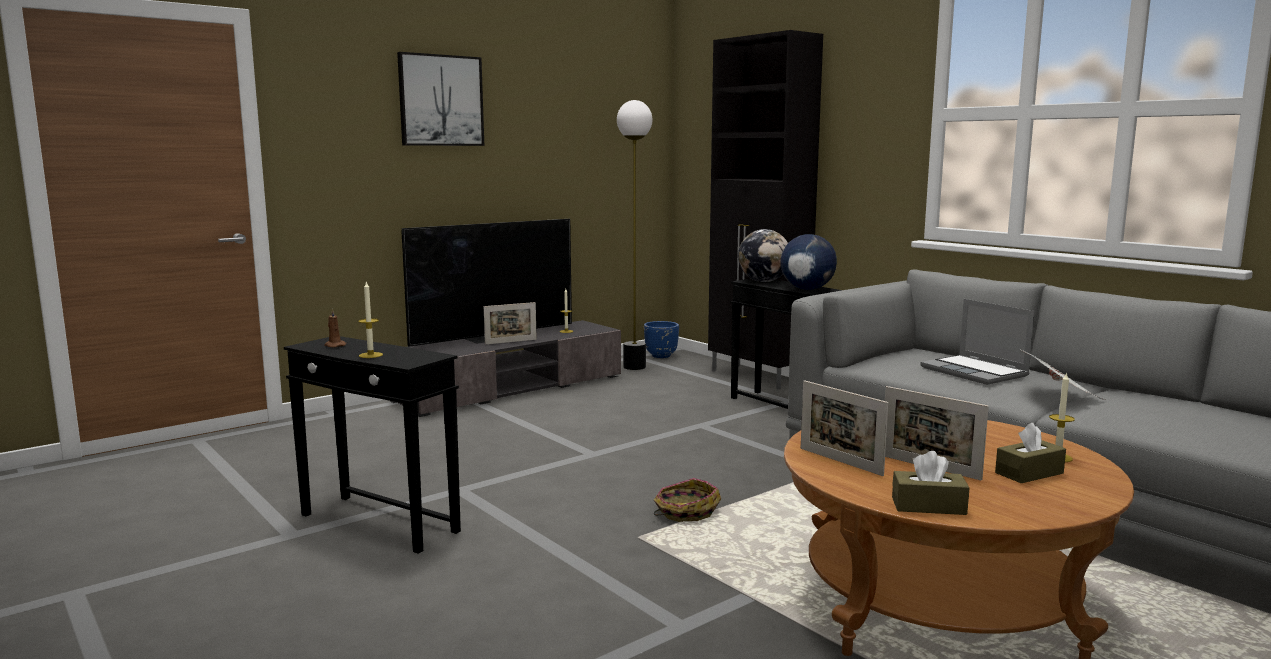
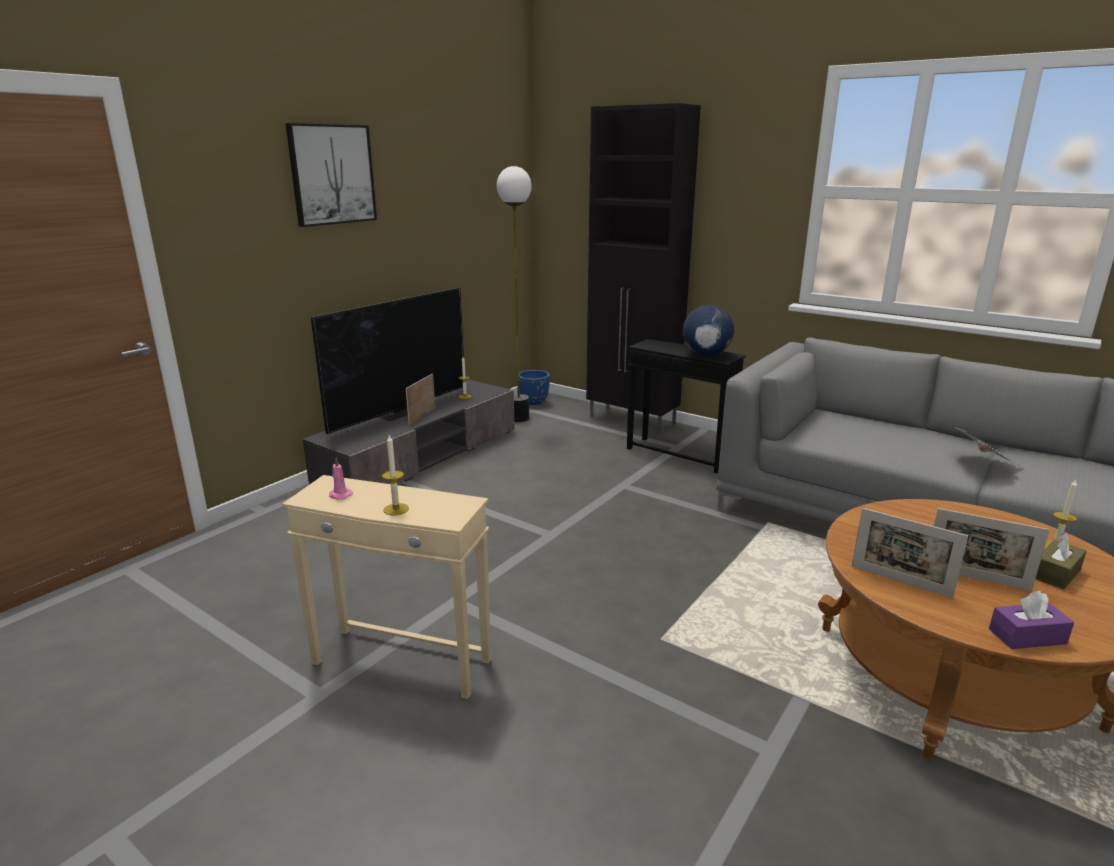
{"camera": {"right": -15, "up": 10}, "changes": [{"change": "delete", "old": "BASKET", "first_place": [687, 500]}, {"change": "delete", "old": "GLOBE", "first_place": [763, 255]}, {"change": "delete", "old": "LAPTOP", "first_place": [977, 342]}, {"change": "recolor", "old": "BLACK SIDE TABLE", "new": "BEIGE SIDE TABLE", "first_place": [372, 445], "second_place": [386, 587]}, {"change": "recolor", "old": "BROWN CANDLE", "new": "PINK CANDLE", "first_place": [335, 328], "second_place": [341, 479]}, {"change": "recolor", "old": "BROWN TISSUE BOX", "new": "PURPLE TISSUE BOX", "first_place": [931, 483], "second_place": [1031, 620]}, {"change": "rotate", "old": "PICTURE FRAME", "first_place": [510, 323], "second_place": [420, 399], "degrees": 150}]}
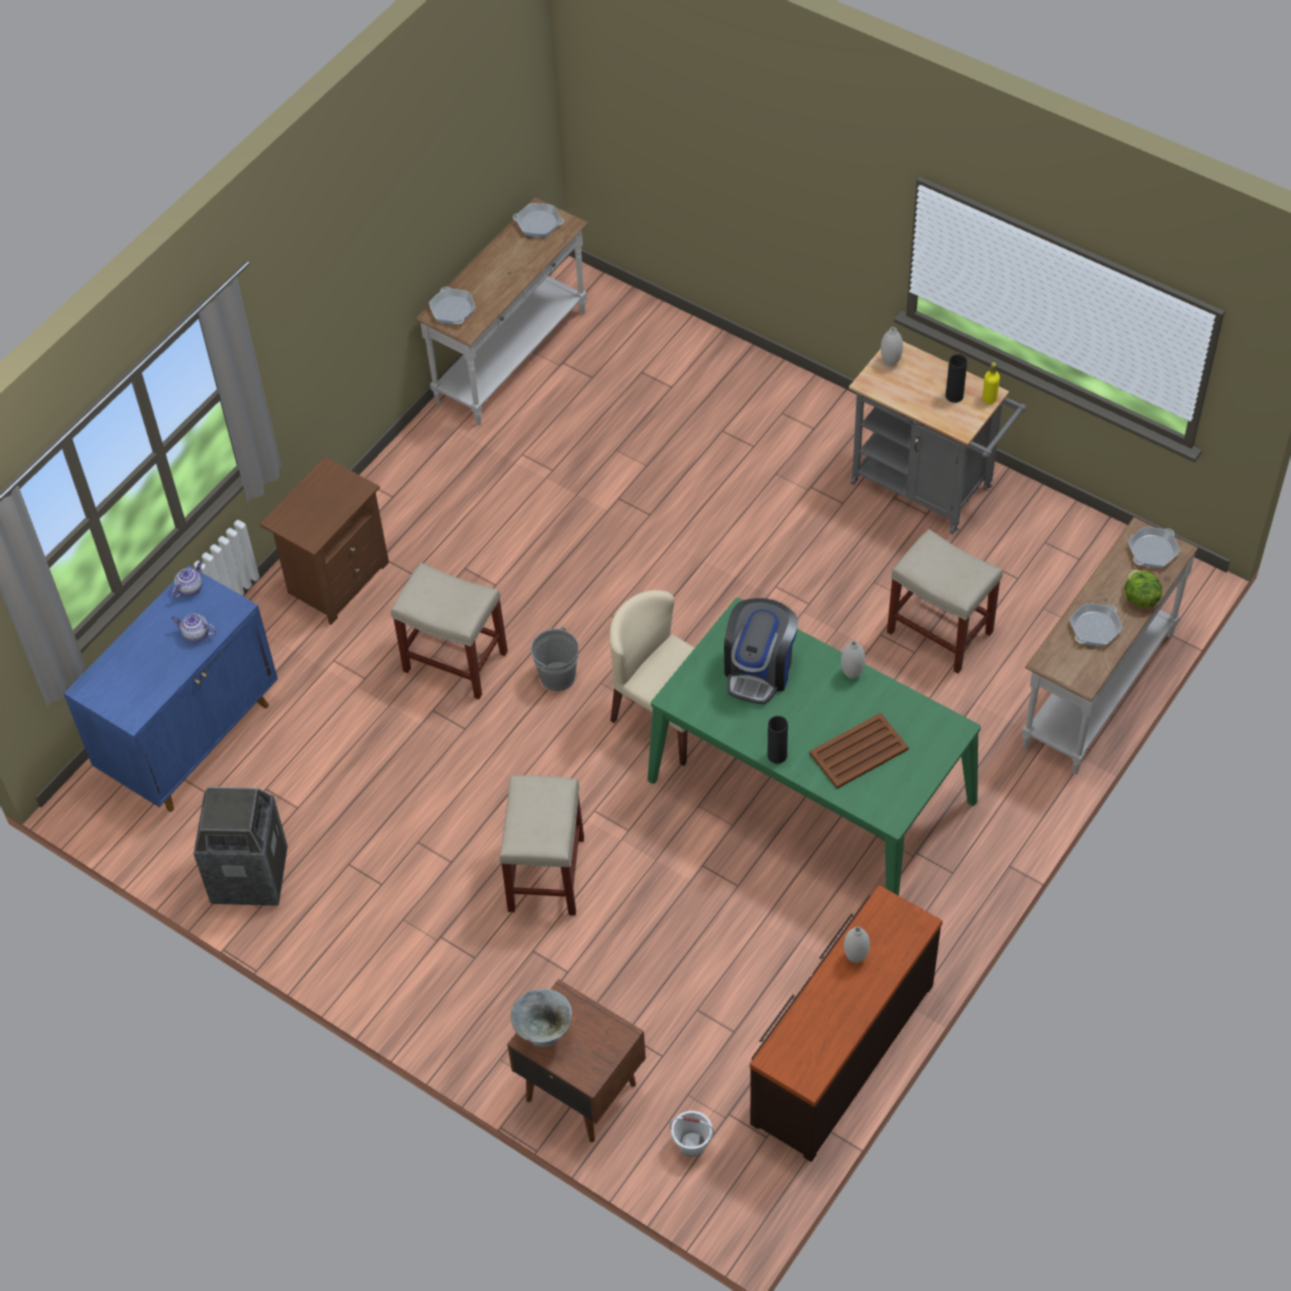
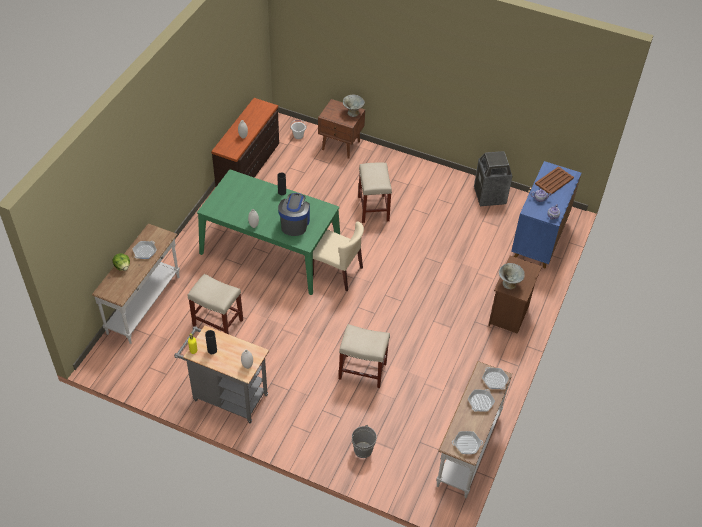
{"camera": {"right": 165, "up": -5}, "changes": [{"change": "insert", "new": "GREY BOWL", "second_place": [512, 276]}, {"change": "move", "old": "BEIGE STOOL", "first_place": [449, 631], "second_place": [364, 356]}, {"change": "move", "old": "GREY BUCKET", "first_place": [555, 658], "second_place": [364, 441]}, {"change": "move", "old": "BROWN TRAY", "first_place": [859, 751], "second_place": [554, 180]}, {"change": "move", "old": "FRYING PAN", "first_place": [1154, 547], "second_place": [481, 400]}]}
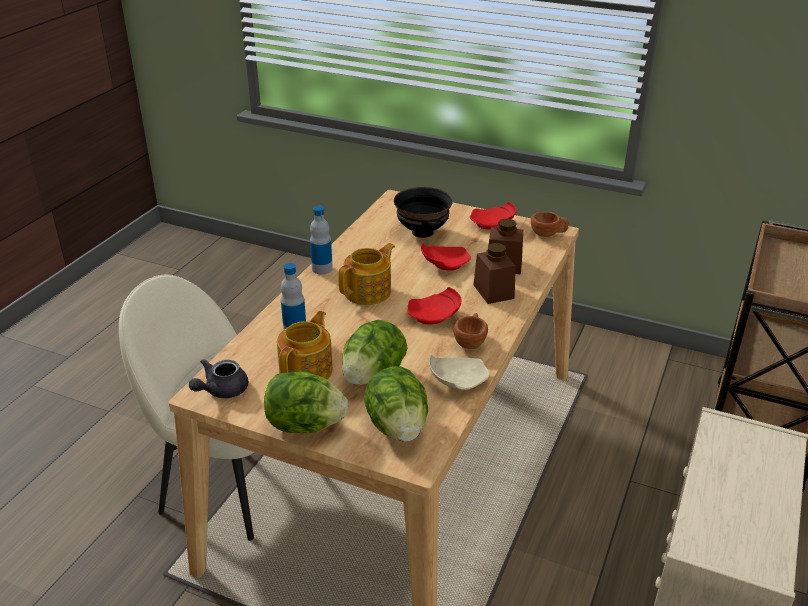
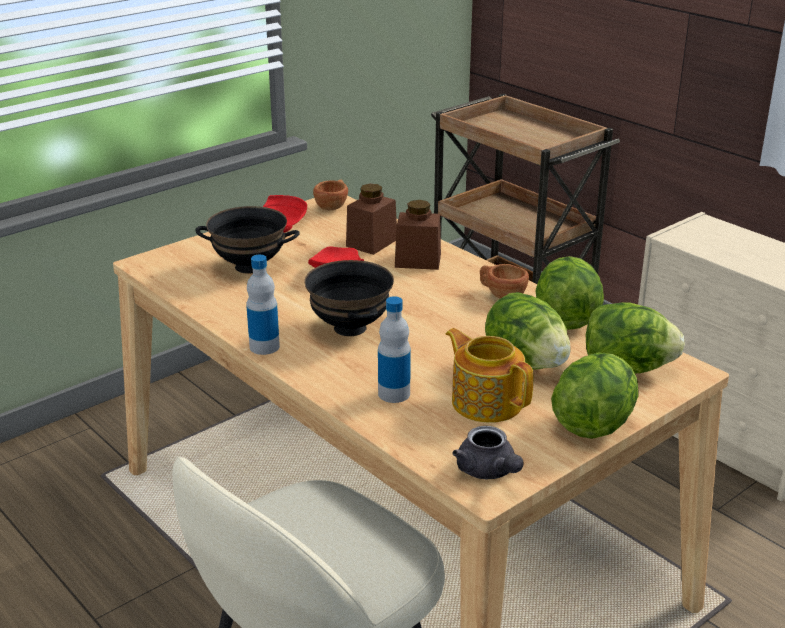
{"camera": {"right": -65, "up": -5}, "changes": [{"change": "delete", "old": "RED PLATE", "first_place": [434, 306]}, {"change": "replace", "old": "TEAPOT", "new": "BLACK BOWL", "first_place": [366, 274], "second_place": [349, 298]}, {"change": "replace", "old": "BEIGE PLATE", "new": "LETTUCE", "first_place": [459, 372], "second_place": [569, 293]}]}
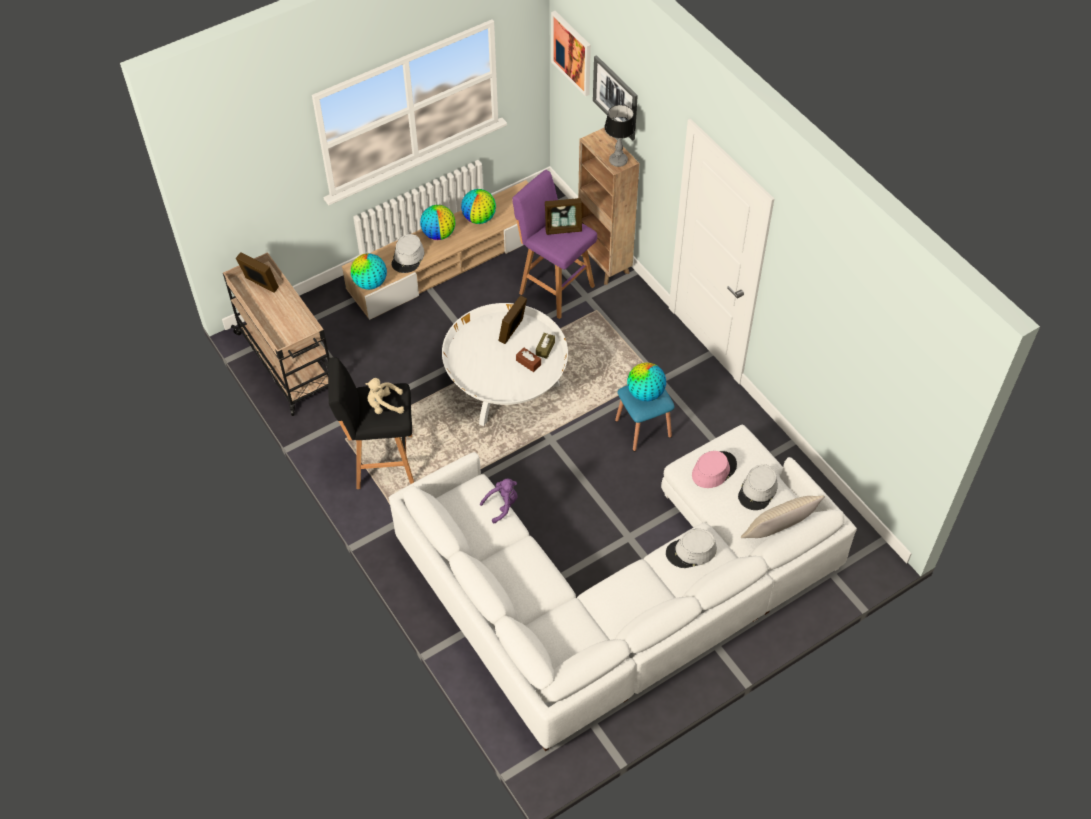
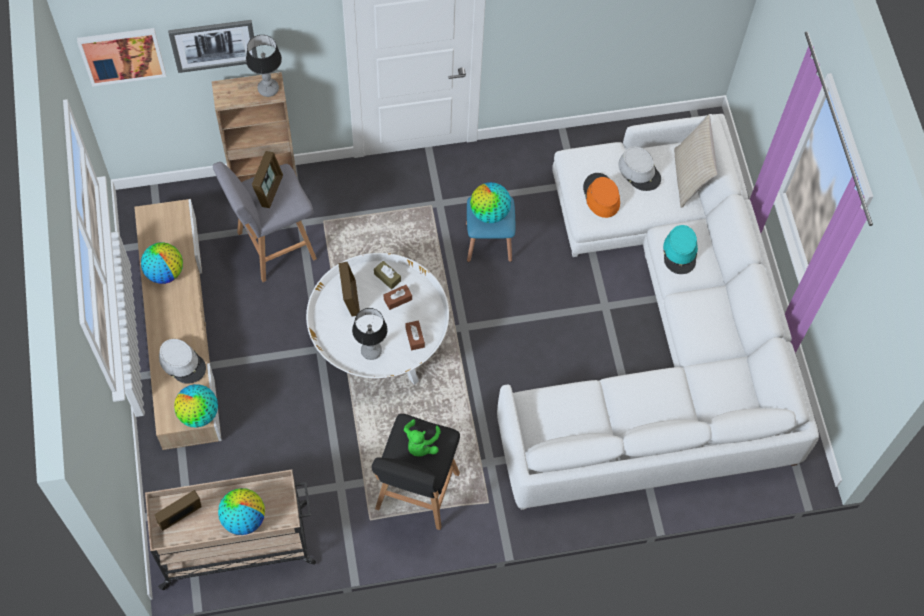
{"camera": {"right": -70, "up": 10}, "changes": [{"change": "delete", "old": "PURPLE PLUSH TOY", "first_place": [498, 501]}, {"change": "insert", "new": "TABLE LAMP", "second_place": [370, 334]}, {"change": "insert", "new": "BROWN TISSUE BOX", "second_place": [415, 335]}, {"change": "move", "old": "GLOBE", "first_place": [437, 222], "second_place": [241, 511]}, {"change": "recolor", "old": "BEIGE PLUSH TOY", "new": "GREEN PLUSH TOY", "first_place": [385, 396], "second_place": [422, 437]}, {"change": "recolor", "old": "PURPLE STOOL", "new": "GREY STOOL", "first_place": [554, 244], "second_place": [265, 222]}, {"change": "recolor", "old": "GREY HAT", "new": "TURQUOISE HAT", "first_place": [691, 548], "second_place": [680, 249]}, {"change": "recolor", "old": "PINK HAT", "new": "ORANGE HAT", "first_place": [714, 469], "second_place": [601, 195]}, {"change": "rotate", "old": "PICTURE FRAME", "first_place": [513, 319], "second_place": [349, 289], "degrees": -150}]}
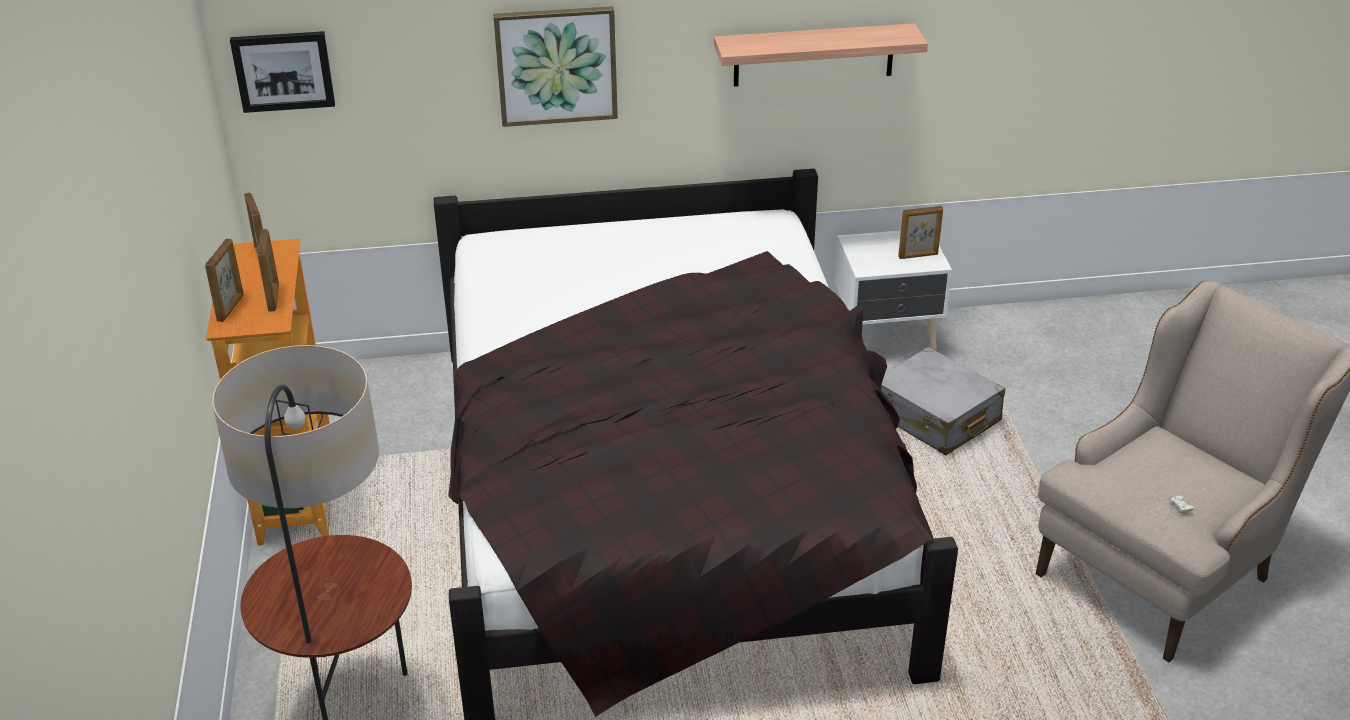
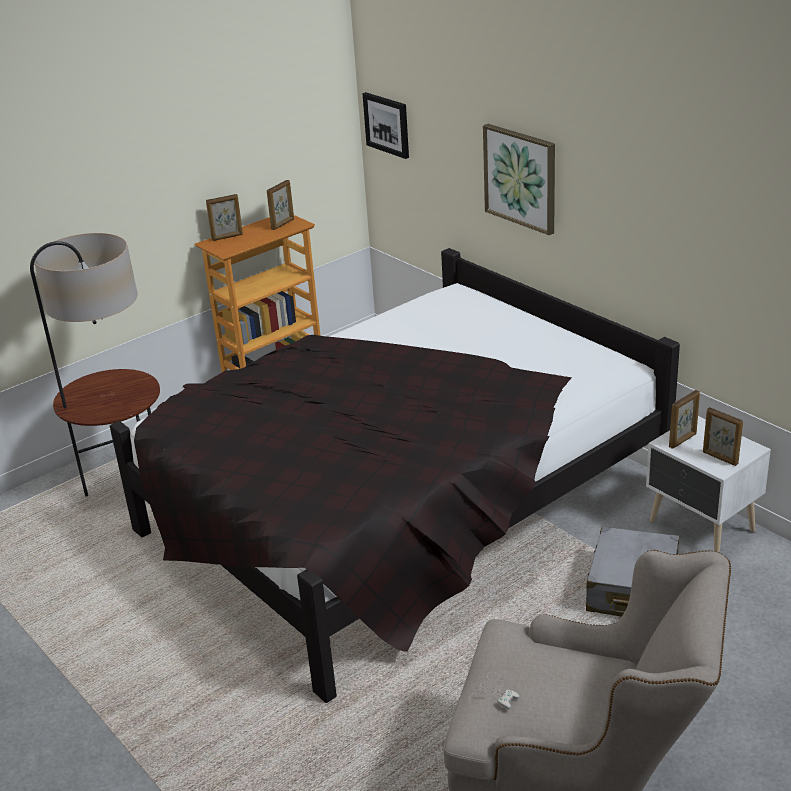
{"camera": {"right": 60, "up": -5}, "changes": [{"change": "delete", "old": "SHELF", "first_place": [821, 55]}, {"change": "move", "old": "PICTURE FRAME", "first_place": [268, 270], "second_place": [684, 419]}]}
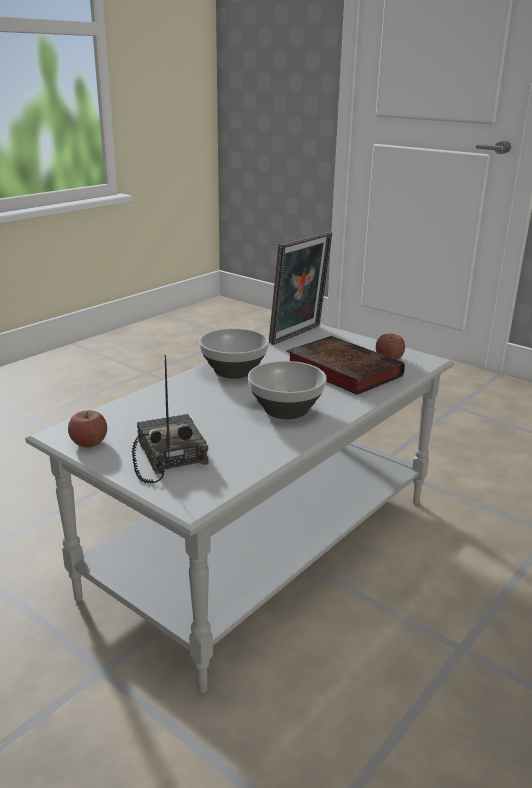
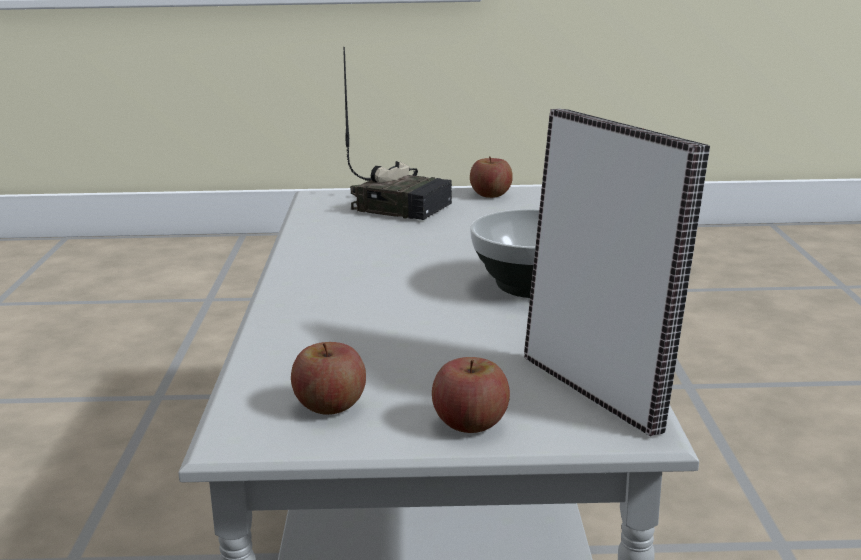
{"camera": {"right": 140, "up": -5}, "changes": [{"change": "delete", "old": "BOWL", "first_place": [287, 390]}, {"change": "delete", "old": "BOOK", "first_place": [345, 365]}, {"change": "insert", "new": "APPLE", "second_place": [471, 395]}, {"change": "rotate", "old": "PICTURE FRAME", "first_place": [300, 288], "second_place": [617, 273], "degrees": 150}]}
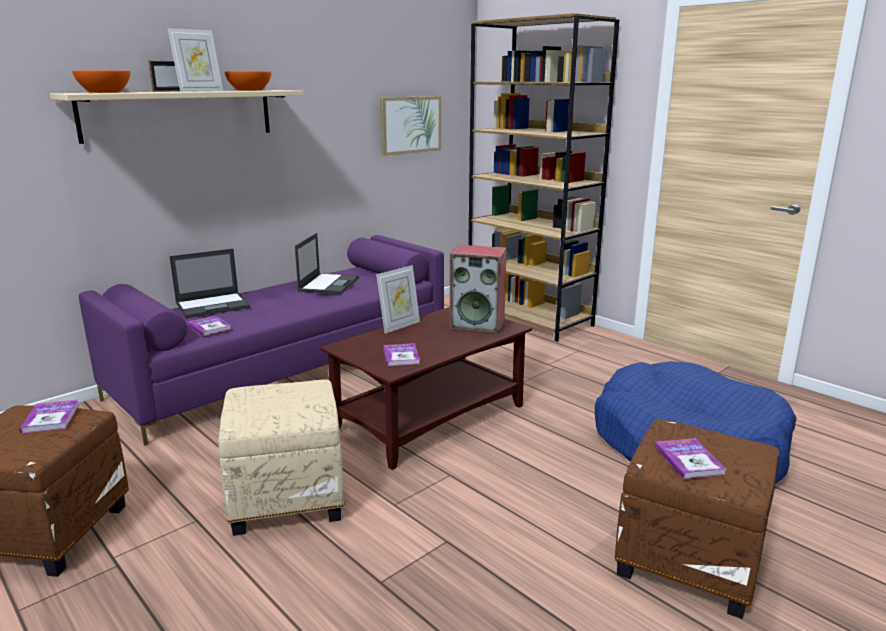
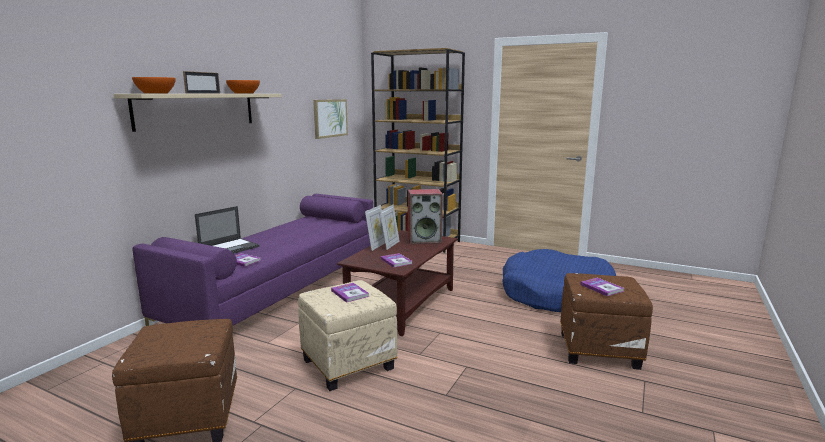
{"camera": {"right": -20, "up": -5}, "changes": [{"change": "delete", "old": "LAPTOP", "first_place": [327, 263]}, {"change": "move", "old": "BOOK", "first_place": [49, 416], "second_place": [350, 293]}, {"change": "move", "old": "PICTURE FRAME", "first_place": [195, 60], "second_place": [389, 227]}]}
